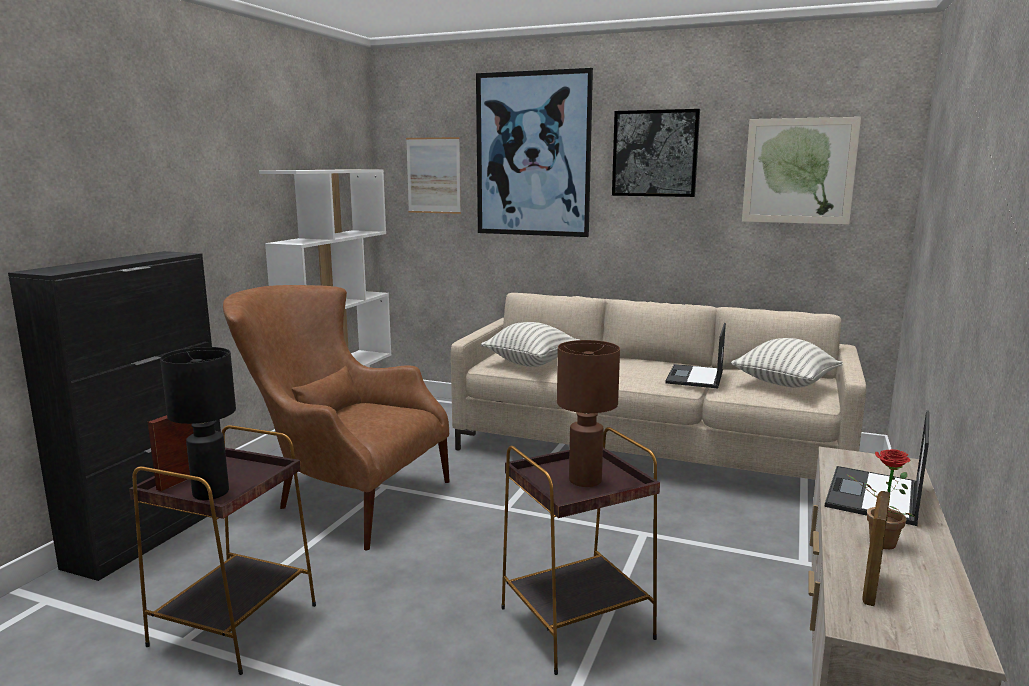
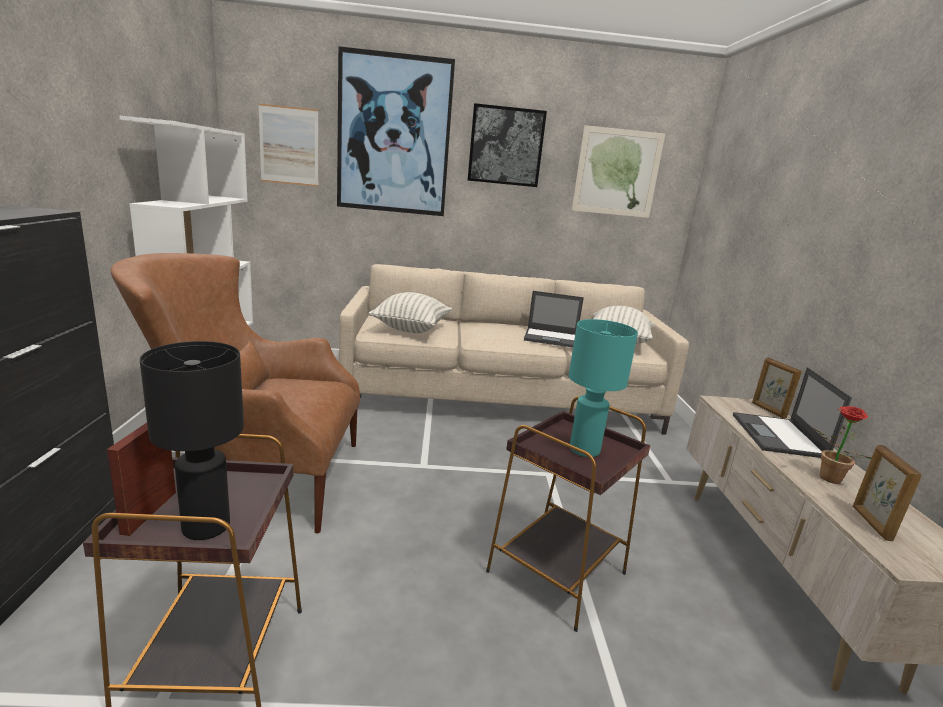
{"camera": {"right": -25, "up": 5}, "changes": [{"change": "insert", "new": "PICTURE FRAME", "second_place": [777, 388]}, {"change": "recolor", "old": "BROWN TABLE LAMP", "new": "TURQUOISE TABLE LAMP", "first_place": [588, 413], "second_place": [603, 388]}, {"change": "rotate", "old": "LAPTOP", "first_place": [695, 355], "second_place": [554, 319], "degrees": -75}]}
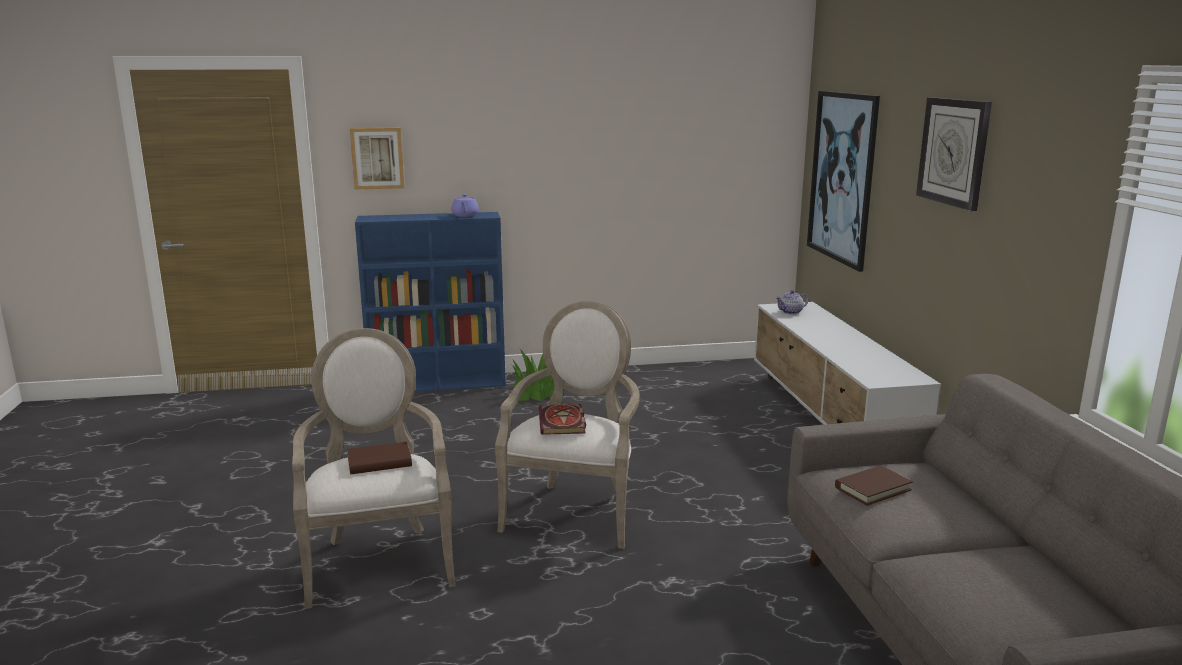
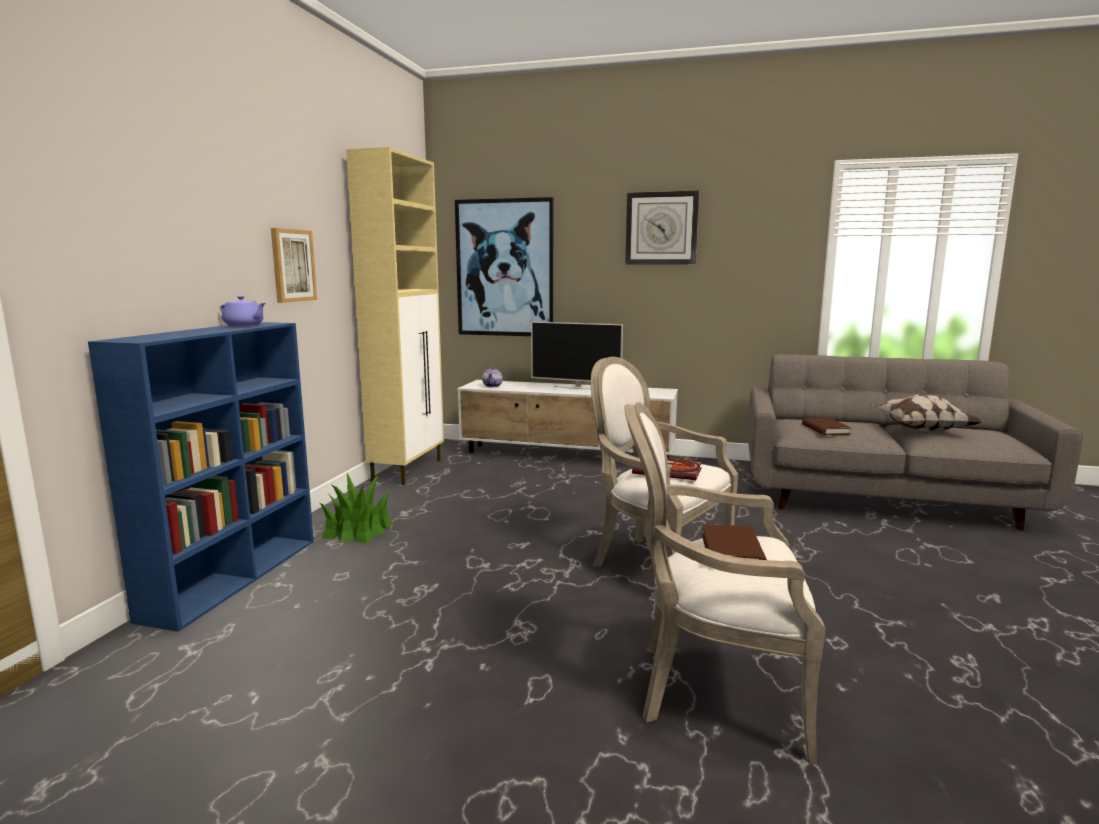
{"camera": {"right": -65, "up": -5}, "changes": [{"change": "insert", "new": "BEIGE CABINET", "second_place": [395, 316]}, {"change": "insert", "new": "TELEVISION", "second_place": [577, 355]}, {"change": "insert", "new": "PILLOW", "second_place": [925, 413]}, {"change": "move", "old": "PICTURE", "first_place": [377, 159], "second_place": [294, 265]}]}
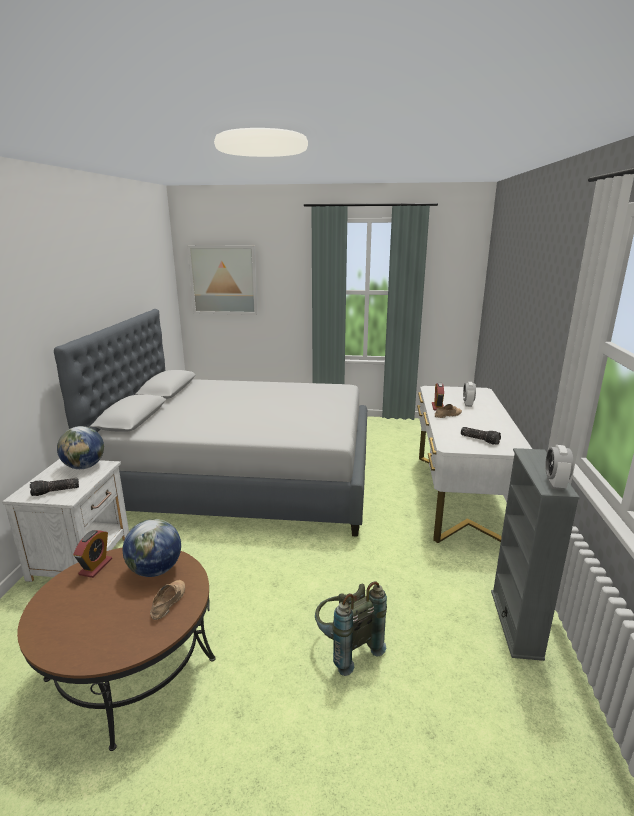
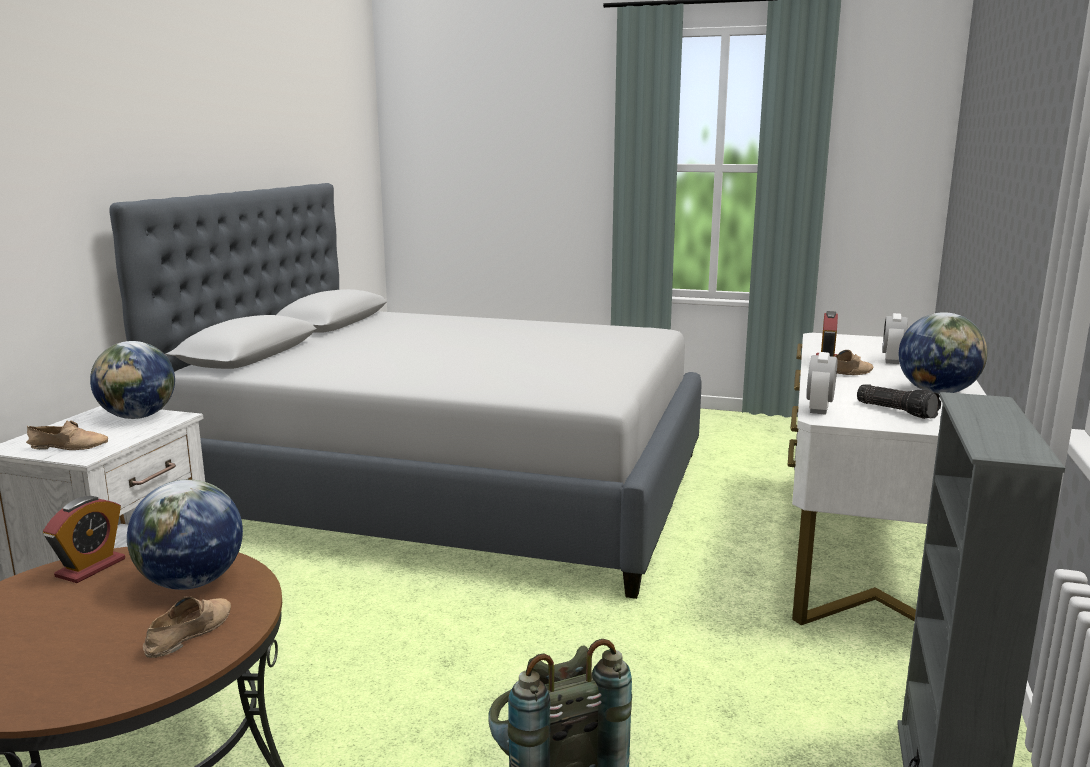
{"camera": {"right": 10, "up": -5}, "changes": [{"change": "delete", "old": "PICTURE", "first_place": [222, 280]}, {"change": "insert", "new": "GLOBE", "second_place": [943, 353]}, {"change": "move", "old": "ALARM CLOCK", "first_place": [559, 467], "second_place": [822, 383]}, {"change": "replace", "old": "FLASHLIGHT", "new": "BEIGE SHOE", "first_place": [54, 487], "second_place": [67, 435]}]}
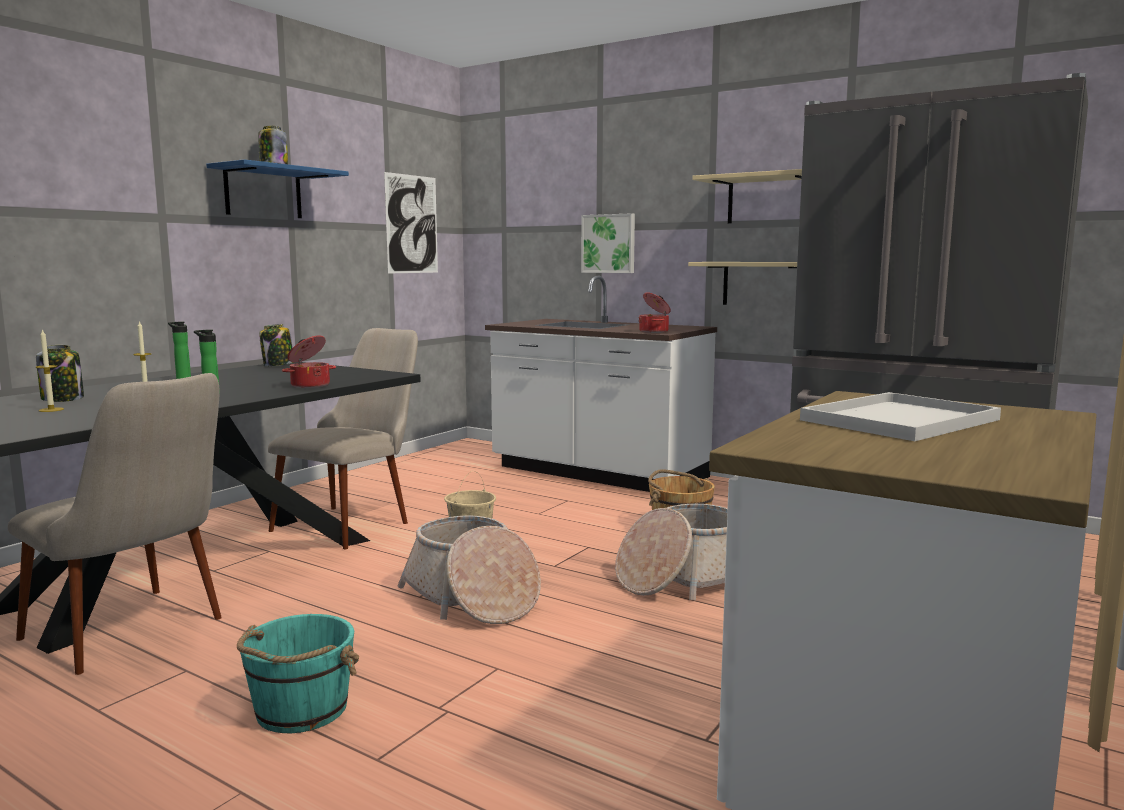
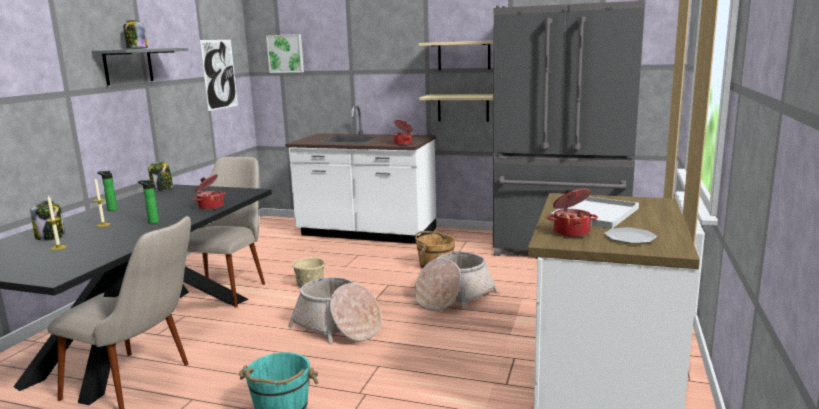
{"camera": {"right": -15, "up": 5}, "changes": [{"change": "insert", "new": "COOKING POT", "second_place": [572, 213]}, {"change": "insert", "new": "PLATE", "second_place": [630, 235]}, {"change": "move", "old": "PICTURE", "first_place": [608, 243], "second_place": [285, 53]}, {"change": "recolor", "old": "BLUE SHELF", "new": "GREY SHELF", "first_place": [277, 188], "second_place": [140, 66]}]}
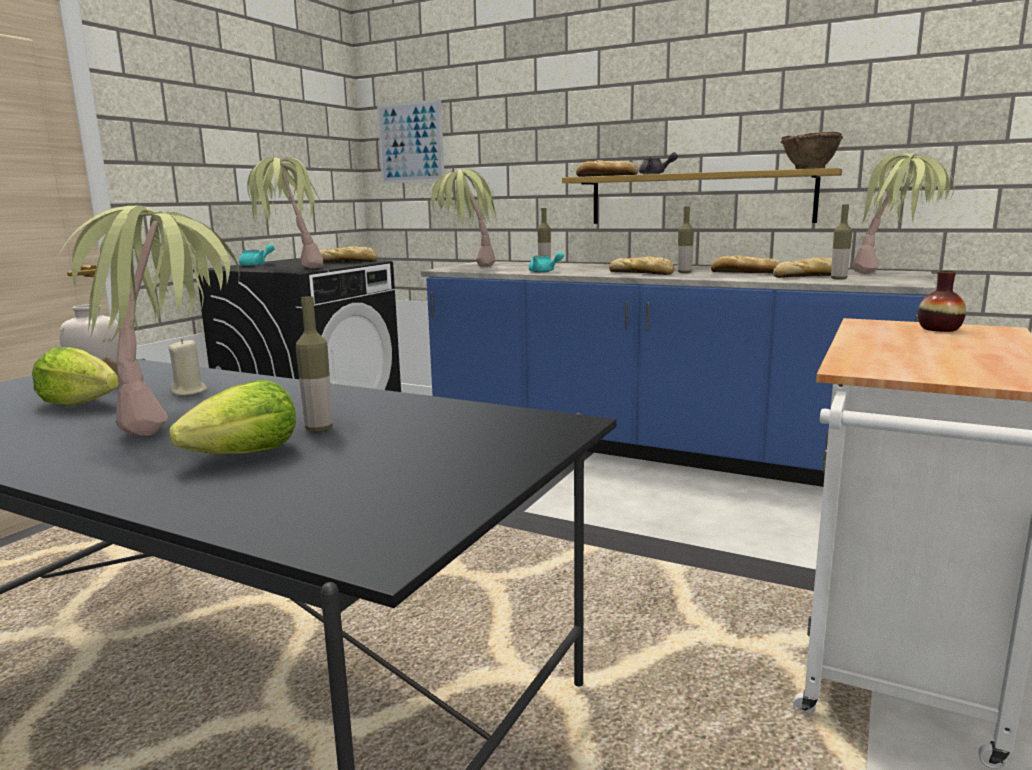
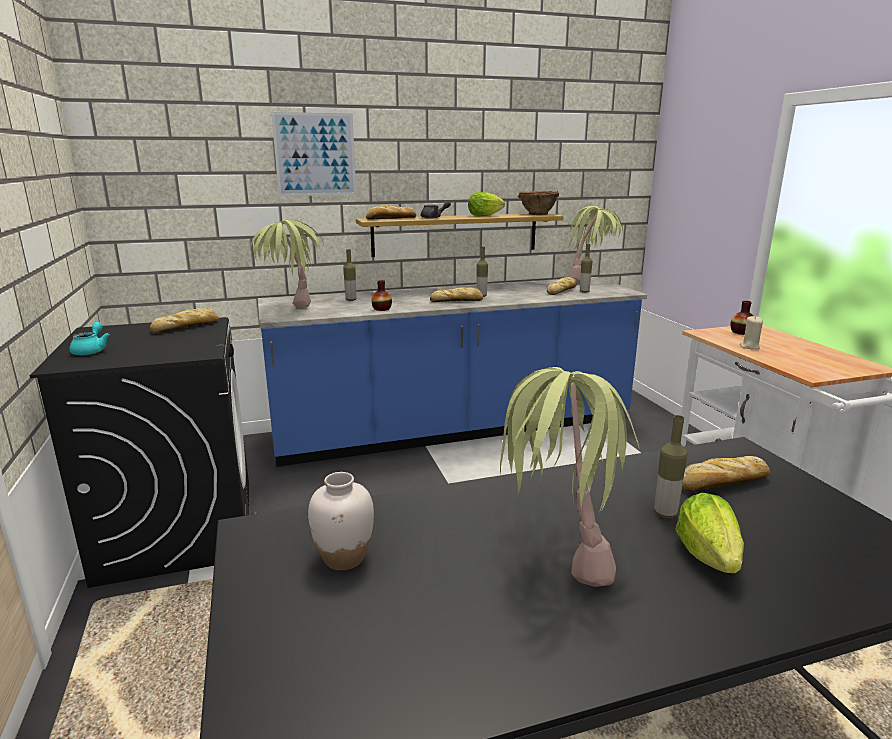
{"camera": {"right": -45, "up": 5}, "changes": [{"change": "delete", "old": "POTTED PLANT", "first_place": [285, 213]}, {"change": "move", "old": "LETTUCE", "first_place": [75, 376], "second_place": [486, 204]}, {"change": "move", "old": "BEIGE CANDLE", "first_place": [188, 367], "second_place": [751, 332]}, {"change": "move", "old": "PICTURE", "first_place": [410, 141], "second_place": [313, 154]}, {"change": "move", "old": "BREAD", "first_place": [746, 264], "second_place": [726, 474]}, {"change": "replace", "old": "TURQUOISE TEAPOT", "new": "VASE", "first_place": [546, 262], "second_place": [381, 295]}]}
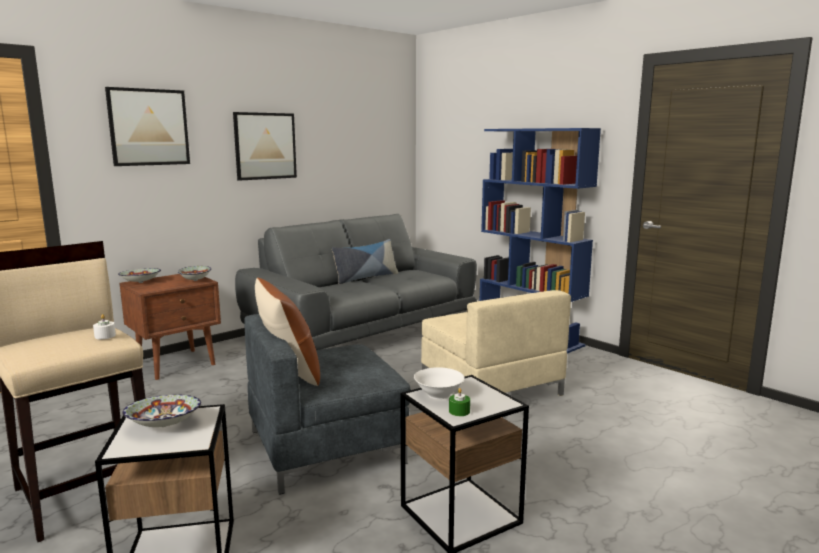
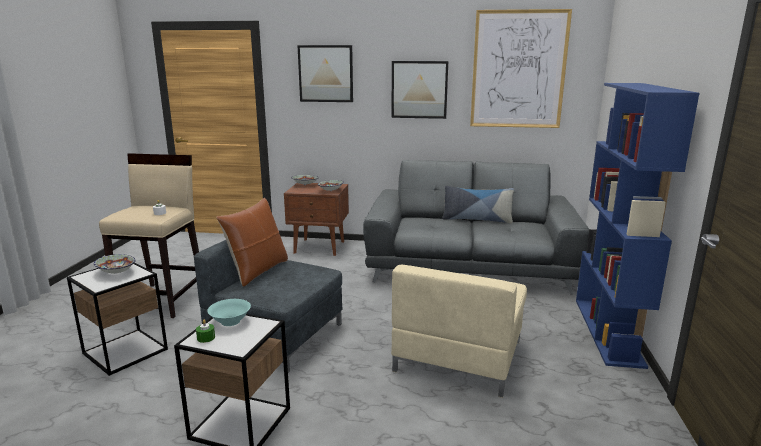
{"camera": {"right": 50, "up": 5}, "changes": [{"change": "insert", "new": "PICTURE", "second_place": [521, 68]}, {"change": "recolor", "old": "WHITE BOWL", "new": "TURQUOISE BOWL", "first_place": [439, 383], "second_place": [229, 312]}]}
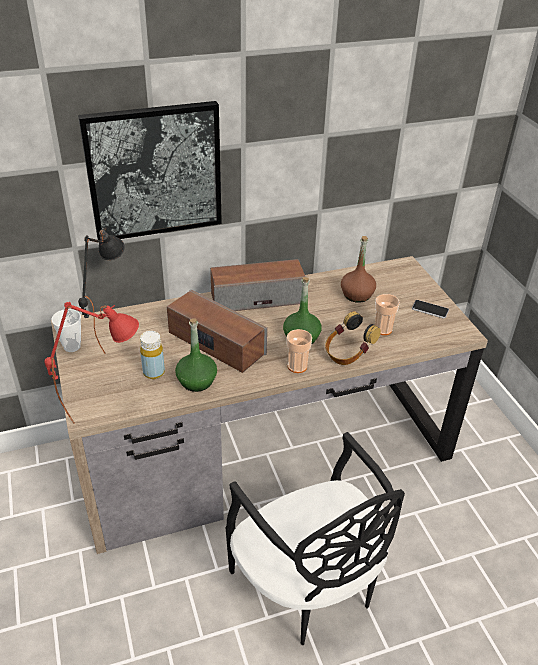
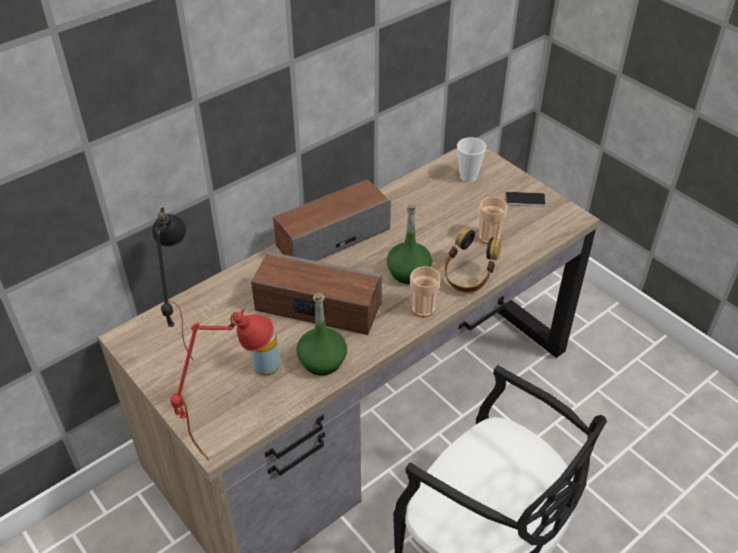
{"camera": {"right": -20, "up": 5}, "changes": [{"change": "delete", "old": "PICTURE", "first_place": [150, 170]}, {"change": "delete", "old": "BROWN BOTTLE", "first_place": [358, 269]}, {"change": "move", "old": "CUP", "first_place": [66, 330], "second_place": [471, 159]}]}
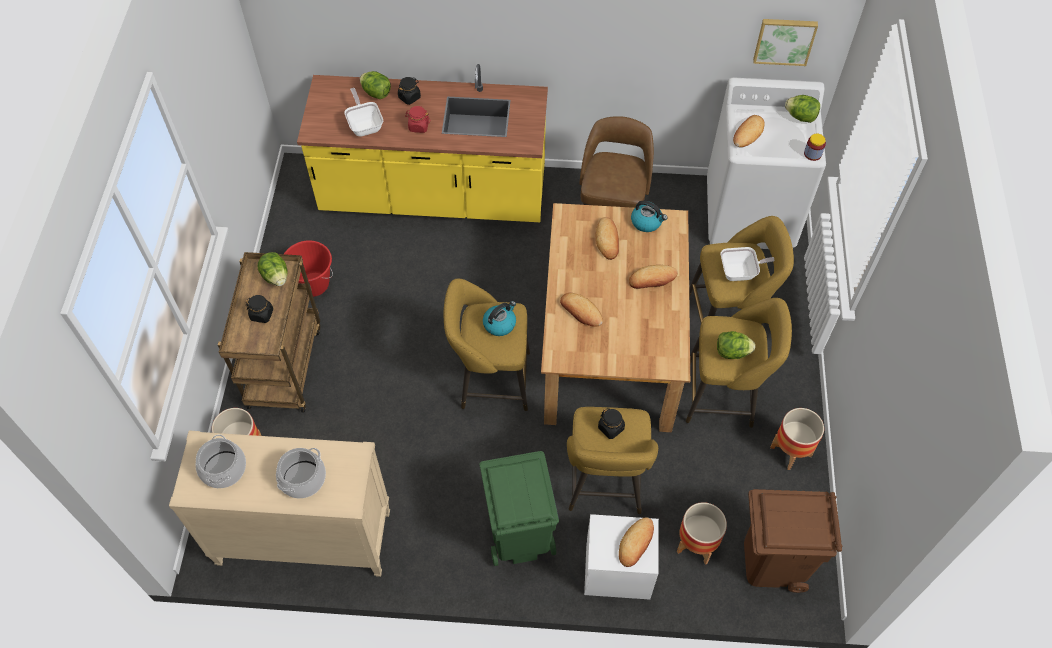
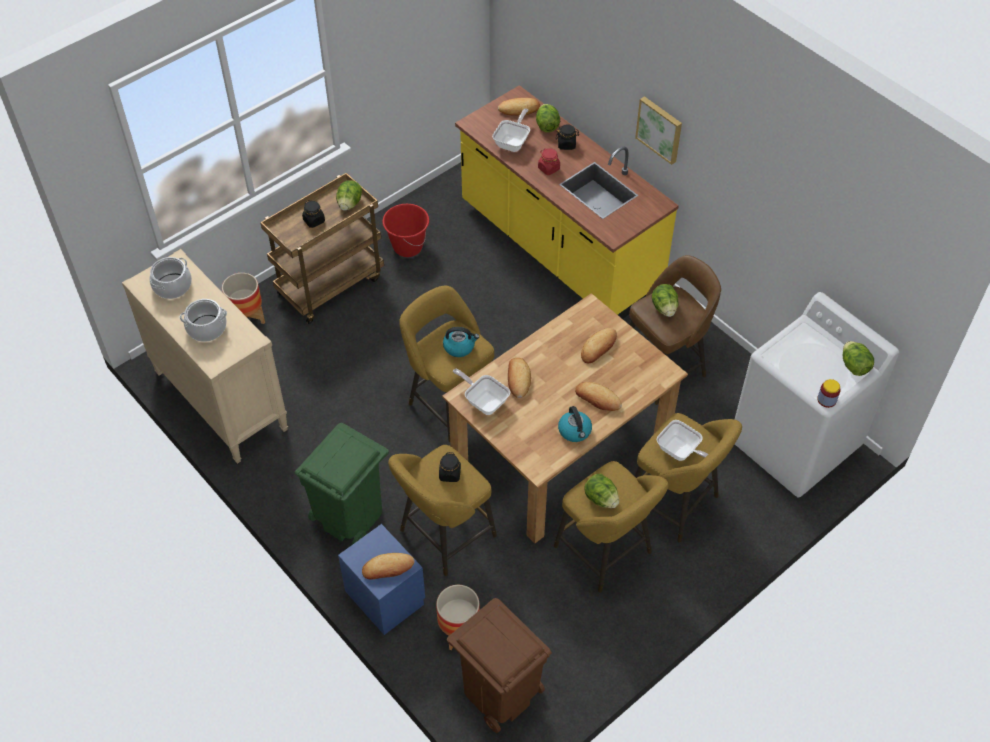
{"camera": {"right": 45, "up": -5}, "changes": [{"change": "delete", "old": "PLANTER", "first_place": [797, 439]}, {"change": "insert", "new": "FRYING PAN", "second_place": [481, 392]}, {"change": "insert", "new": "LETTUCE", "second_place": [665, 300]}, {"change": "move", "old": "KETTLE", "first_place": [649, 216], "second_place": [575, 424]}, {"change": "move", "old": "BREAD", "first_place": [749, 131], "second_place": [519, 107]}, {"change": "move", "old": "PICTURE", "first_place": [785, 42], "second_place": [658, 130]}, {"change": "recolor", "old": "WHITE NIGHTSTAND", "new": "BLUE NIGHTSTAND", "first_place": [621, 557], "second_place": [381, 579]}]}
